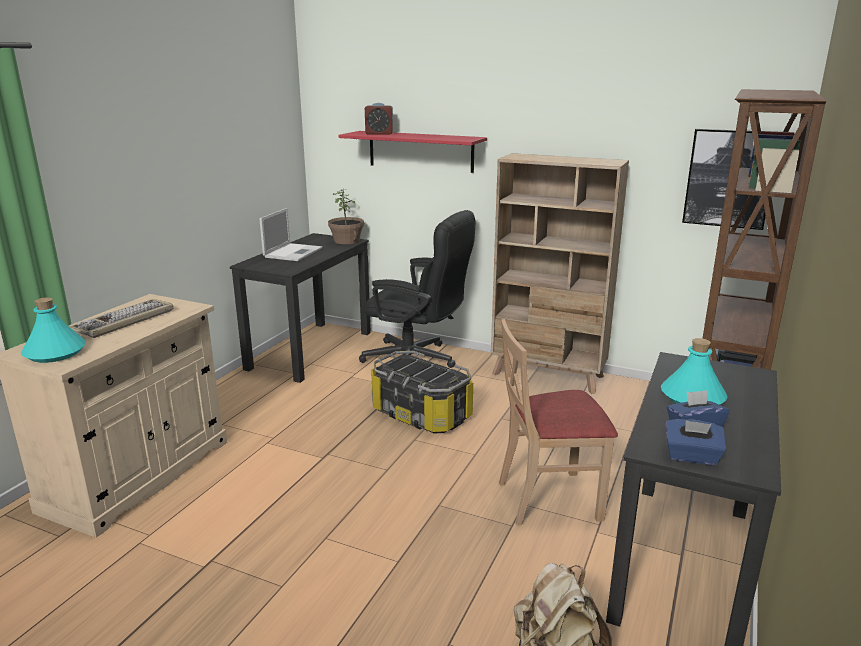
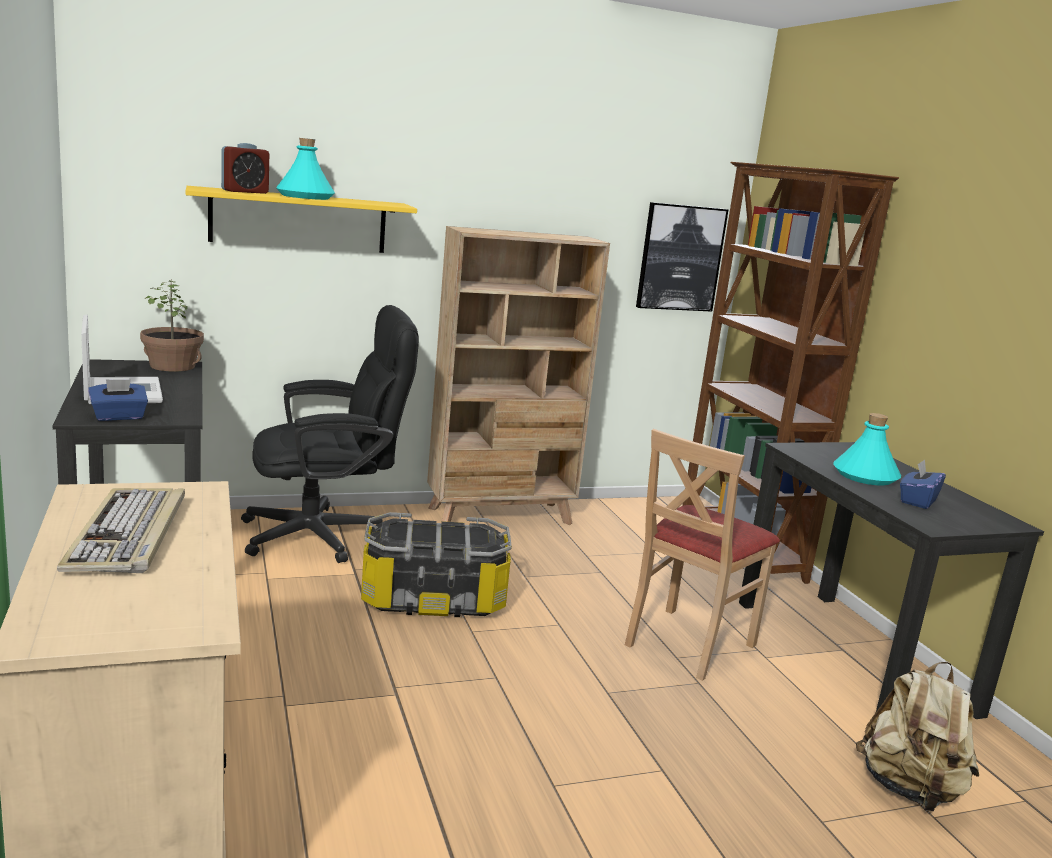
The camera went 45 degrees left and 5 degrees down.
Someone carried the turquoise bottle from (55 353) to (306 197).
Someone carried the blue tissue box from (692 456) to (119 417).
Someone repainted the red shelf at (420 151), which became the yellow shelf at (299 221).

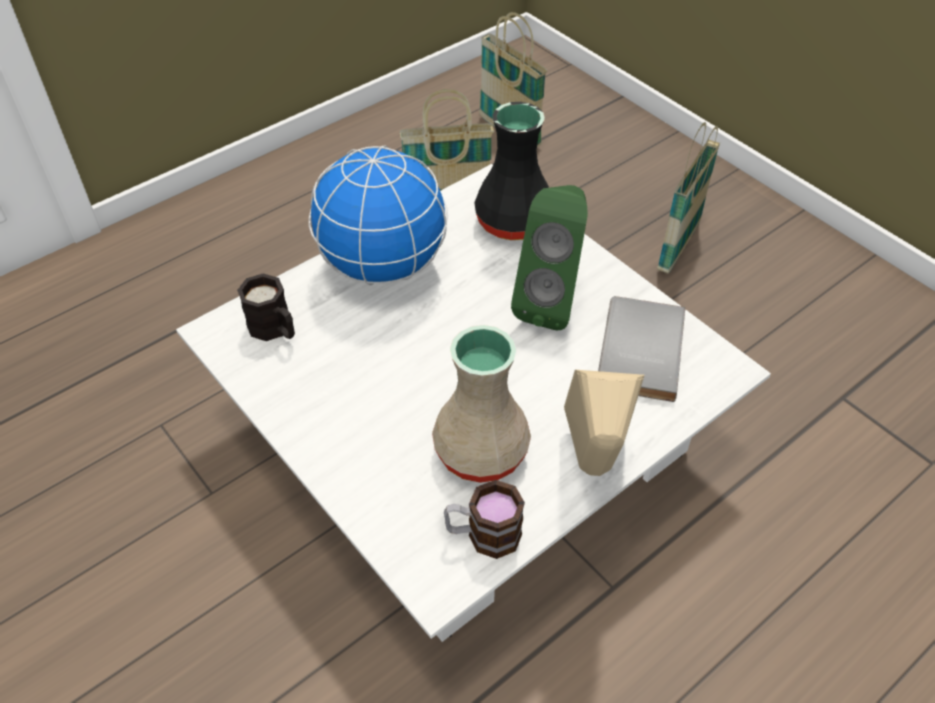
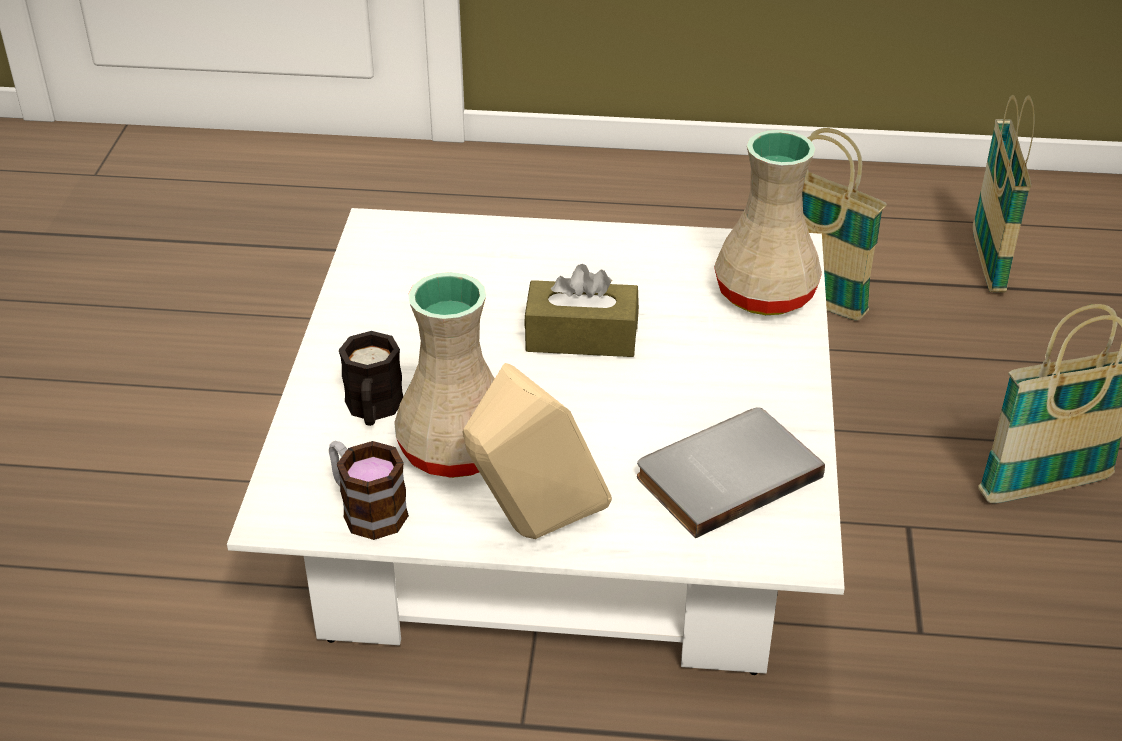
The camera went 45 degrees right and 10 degrees down.
Someone took away the globe at (382 266).
Someone took away the green speaker at (551 302).
Someone put down the brown tissue box at (581 337).
Someone carried the black mug from (275 329) to (373 410).
Someone repainted the black vase at (515 223), which became the beige vase at (765 296).

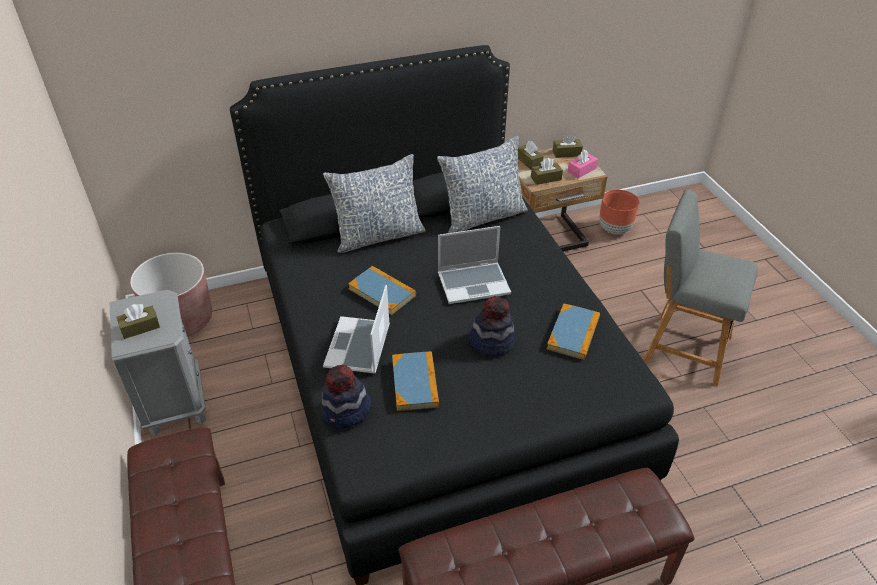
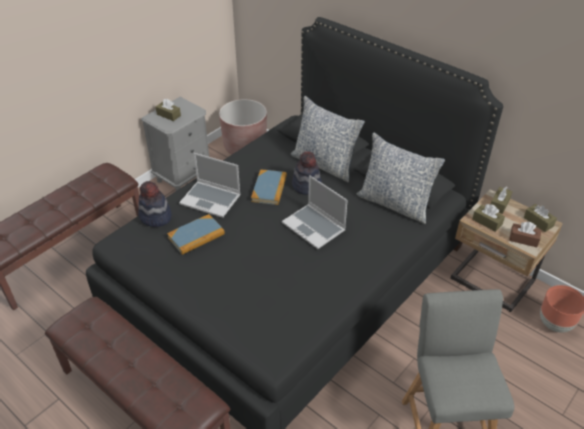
The camera went 60 degrees right and 0 degrees up.
Someone took away the book at (573 333).
Someone carried the hat from (491 341) to (306 185).
Someone repainted the pink tissue box at (581 170), which became the brown tissue box at (523 239).
Someone rotated the laptop at (359 347) by 135 degrees counterclockwise.

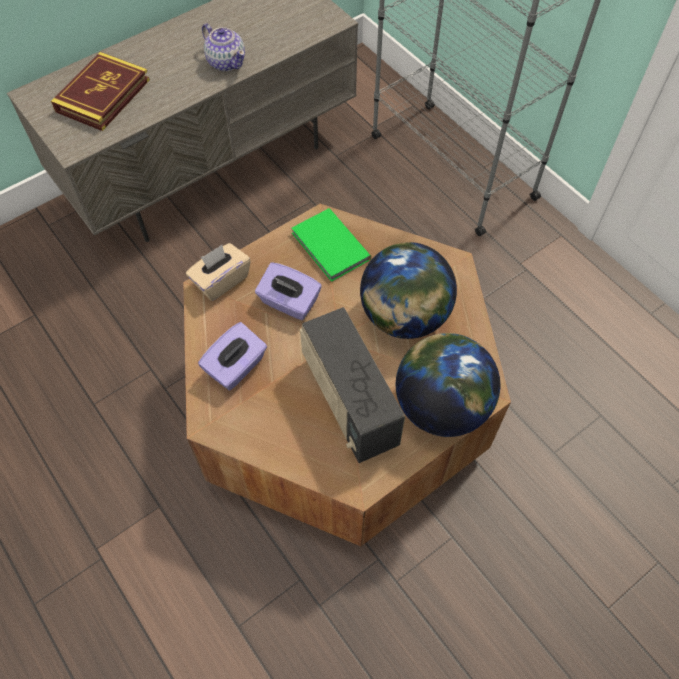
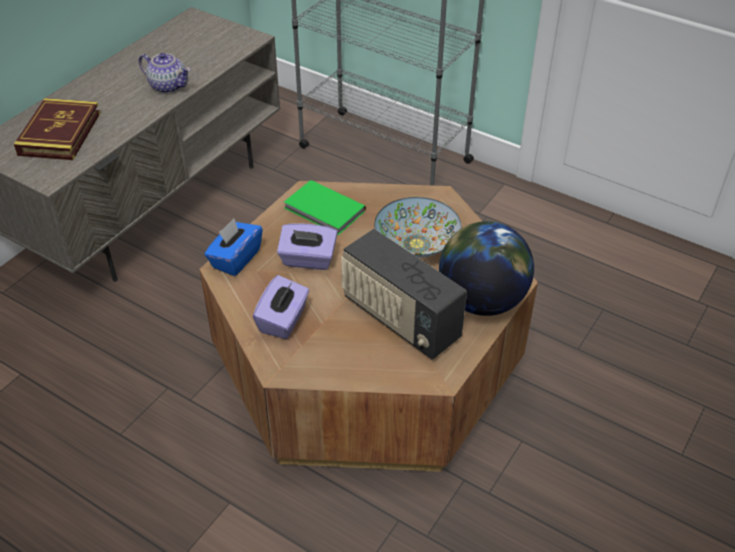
The camera went 20 degrees left and 15 degrees down.
Someone swapped the globe at (404 316) for the bowl at (416 244).
Someone repainted the beige tissue box at (221 281), which became the blue tissue box at (235 259).

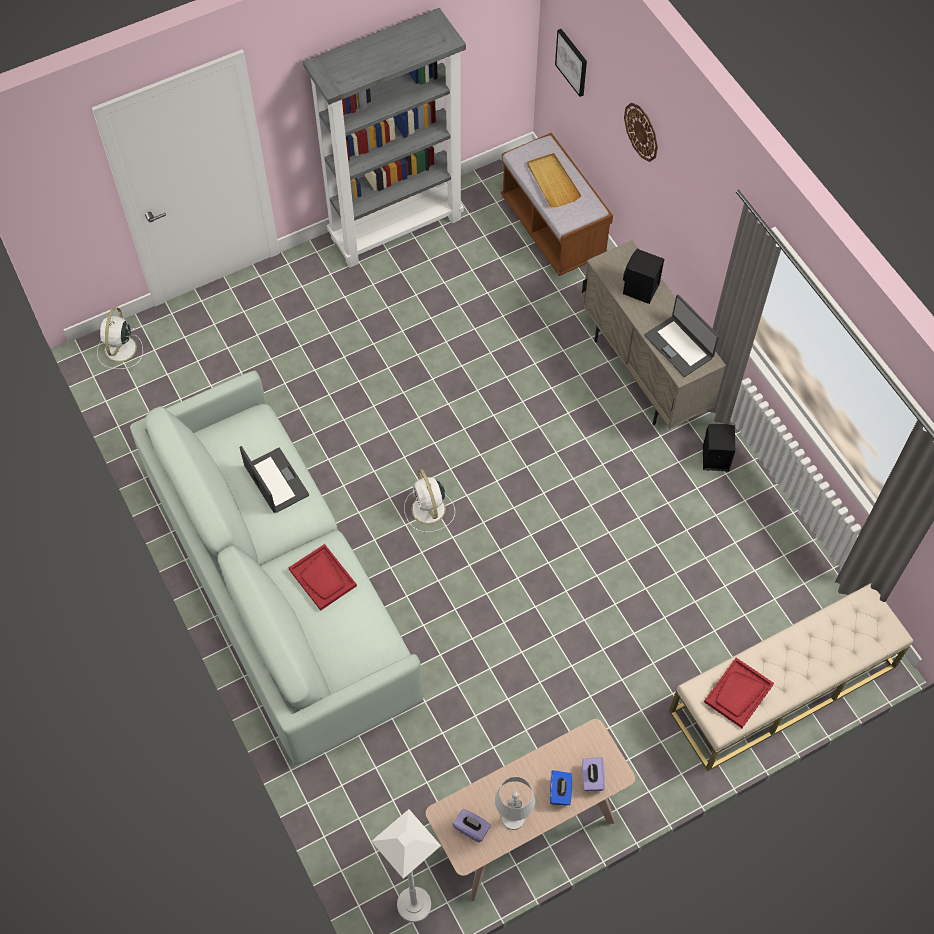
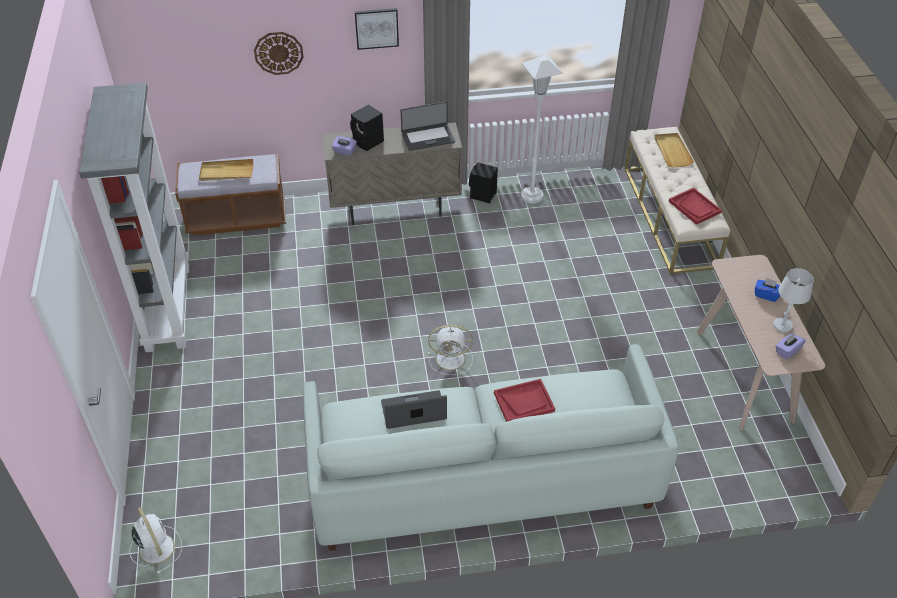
The camera went 70 degrees left and 15 degrees down.
Someone put down the beige tray at (672 151).
Someone carried the white floor lamp from (414 905) to (532 196).
Someone carried the picture from (572 62) to (376 28).
Someone carried the purple tissue box from (592 778) to (344 151).
Someone rotated the white fan at (120 350) by 150 degrees counterclockwise.

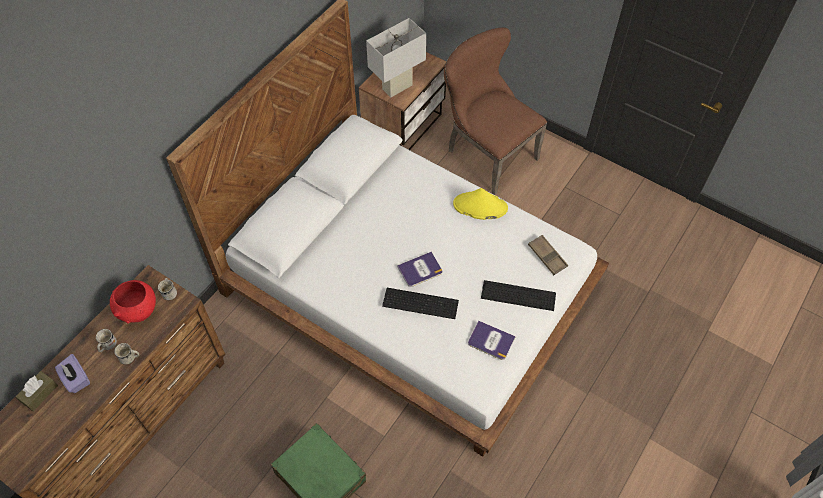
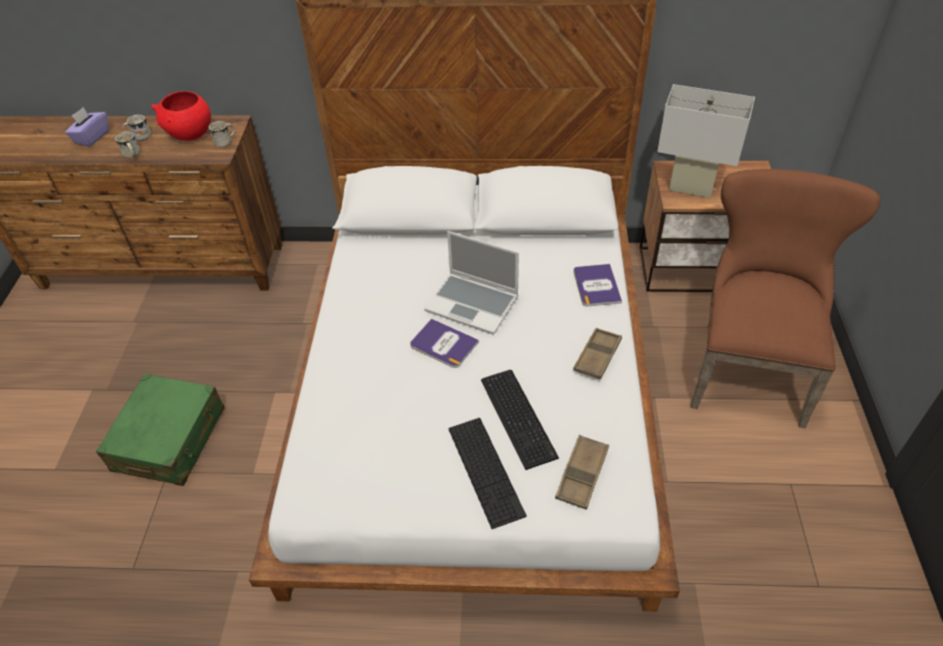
The camera went 60 degrees right and 10 degrees down.
Someone took away the brown tissue box at (39 393).
Someone put down the laptop at (473 304).
Someone carried the keyboard from (419 302) to (519 416).
Someone carried the book from (491 341) to (596 286).
Someone swapped the yellow hat at (480 206) for the brown tray at (597 356).

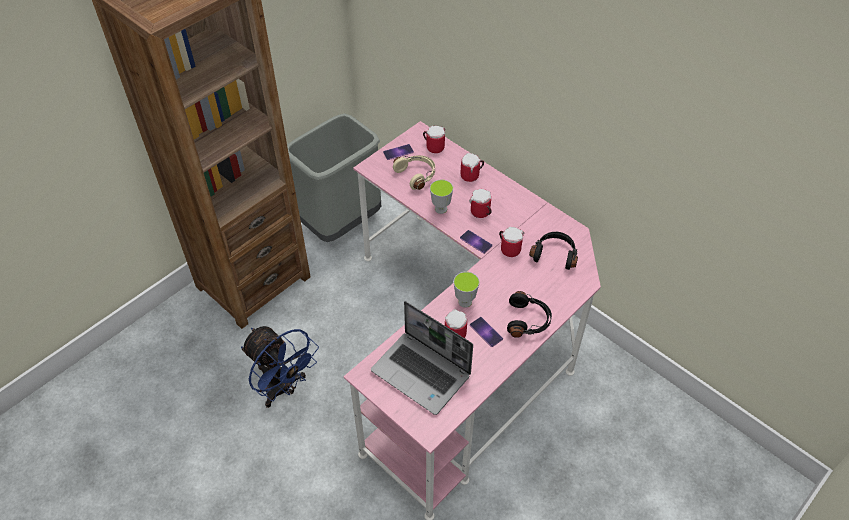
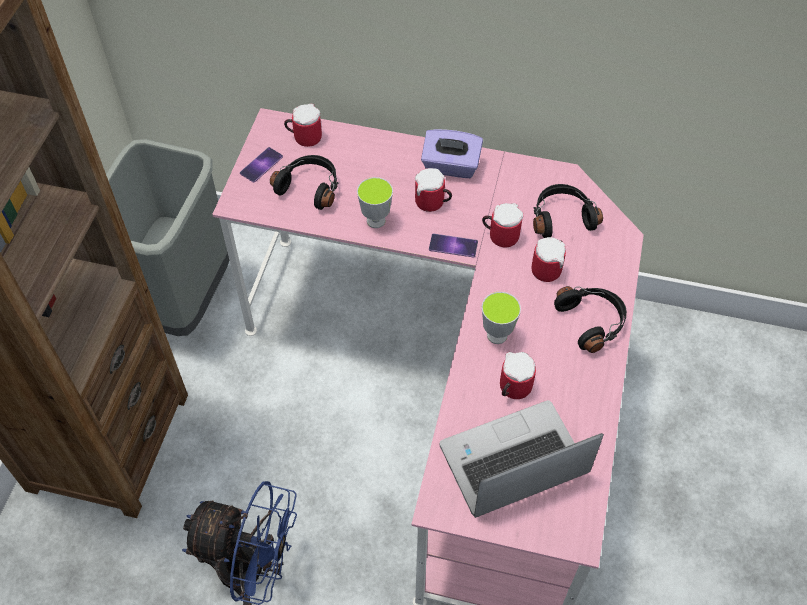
The camera went 30 degrees left and 5 degrees up.
Someone took away the phone at (486 332).
Someone put down the purple tissue box at (450 167).
Someone carried the mug from (472 175) to (549 268).
Someone repainted the beige headphones at (417 175), which became the black headphones at (310 187).
Someone rotated the laptop at (422 373) by 150 degrees clockwise.

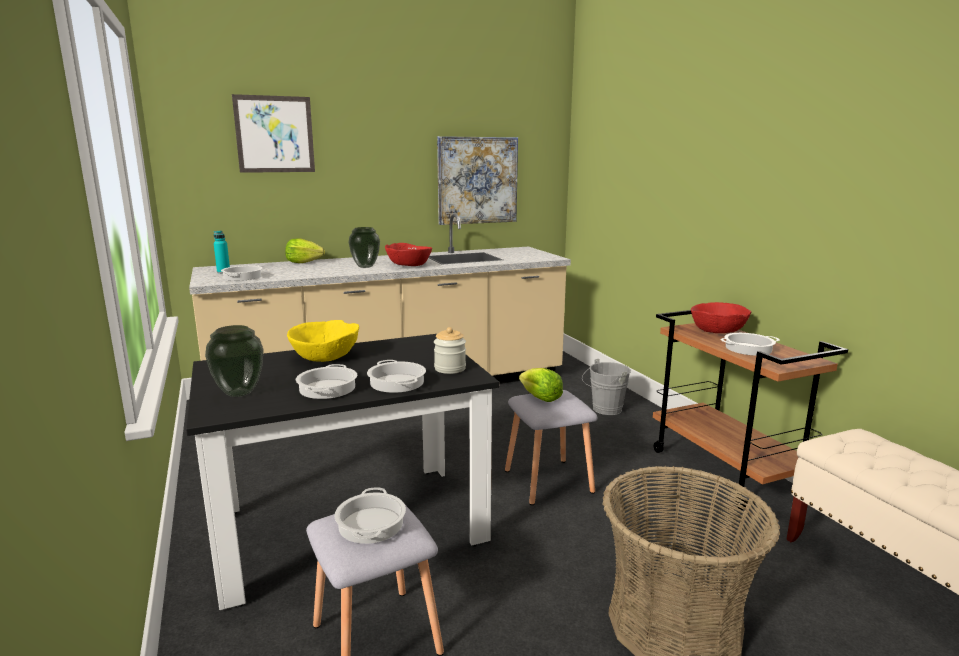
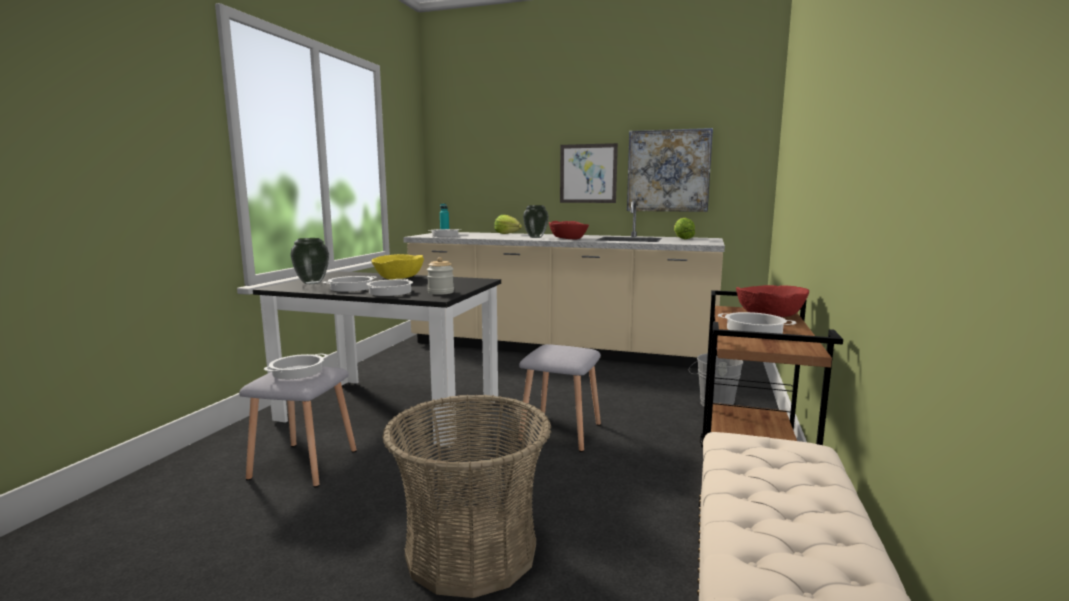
The camera went 40 degrees right and 5 degrees down.
Someone carried the picture from (274 134) to (588 173).
Someone carried the lettuce from (540 398) to (682 238).

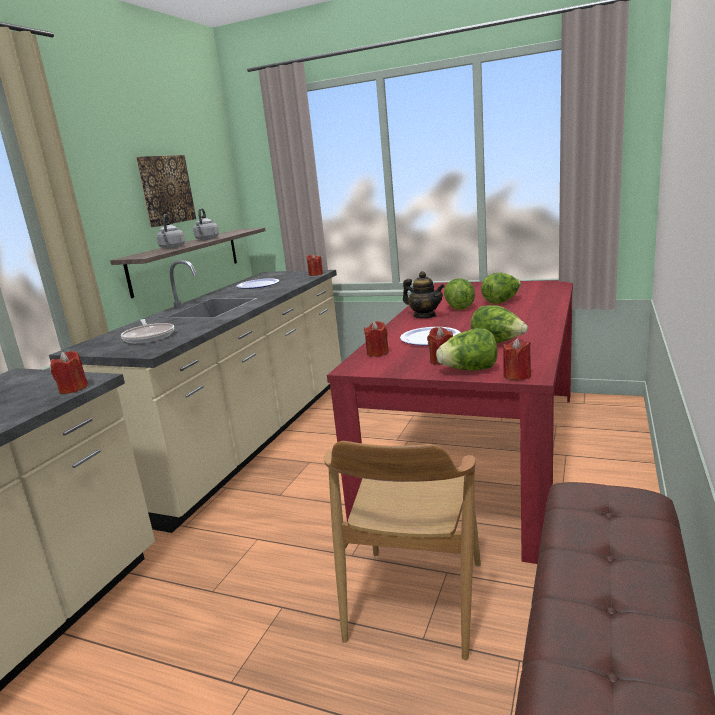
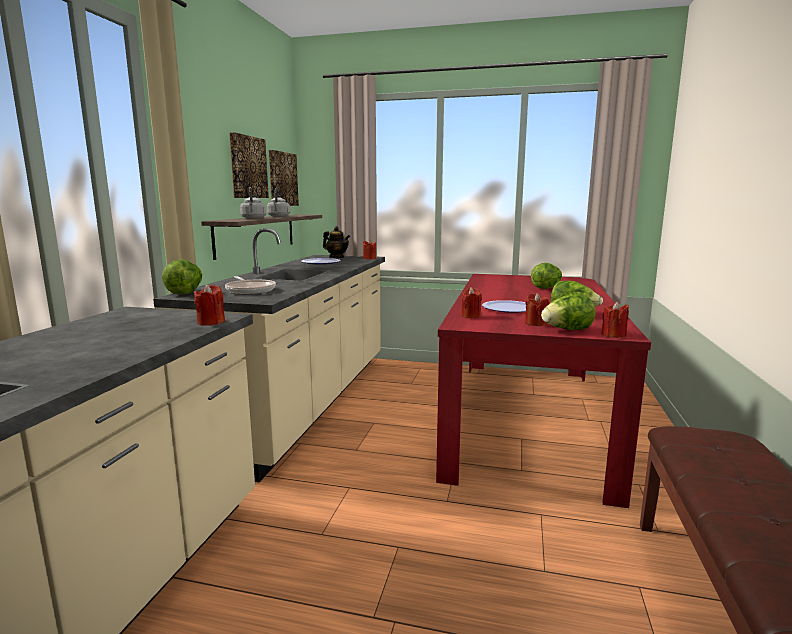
The camera went 10 degrees left and 5 degrees down.
Someone took away the brown chair at (414 600).
Someone put up the picture at (282 179).
Someone carried the teapot from (424 316) to (336 257).
Someone carried the lettuce from (459 307) to (185 293).

